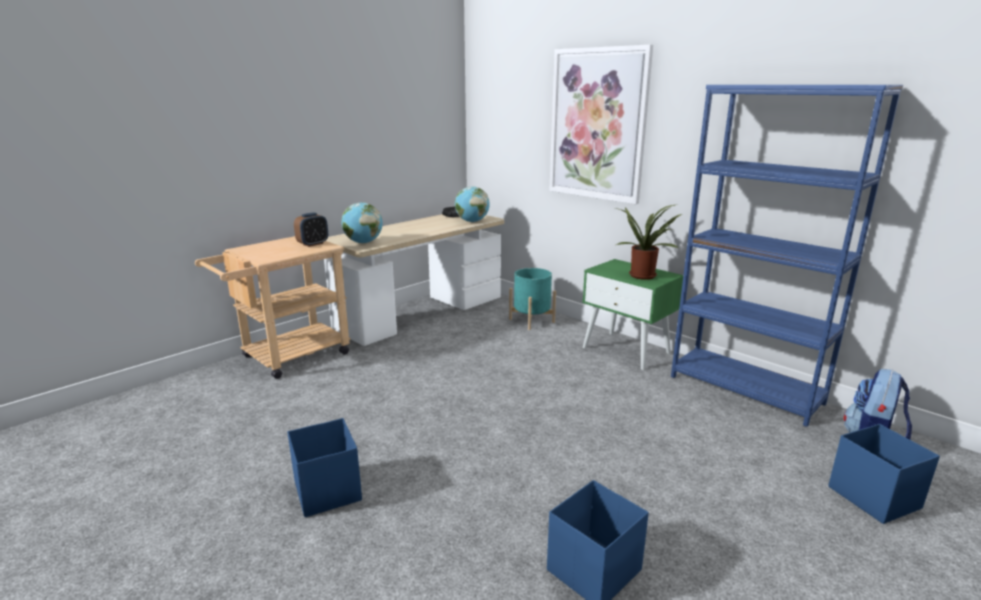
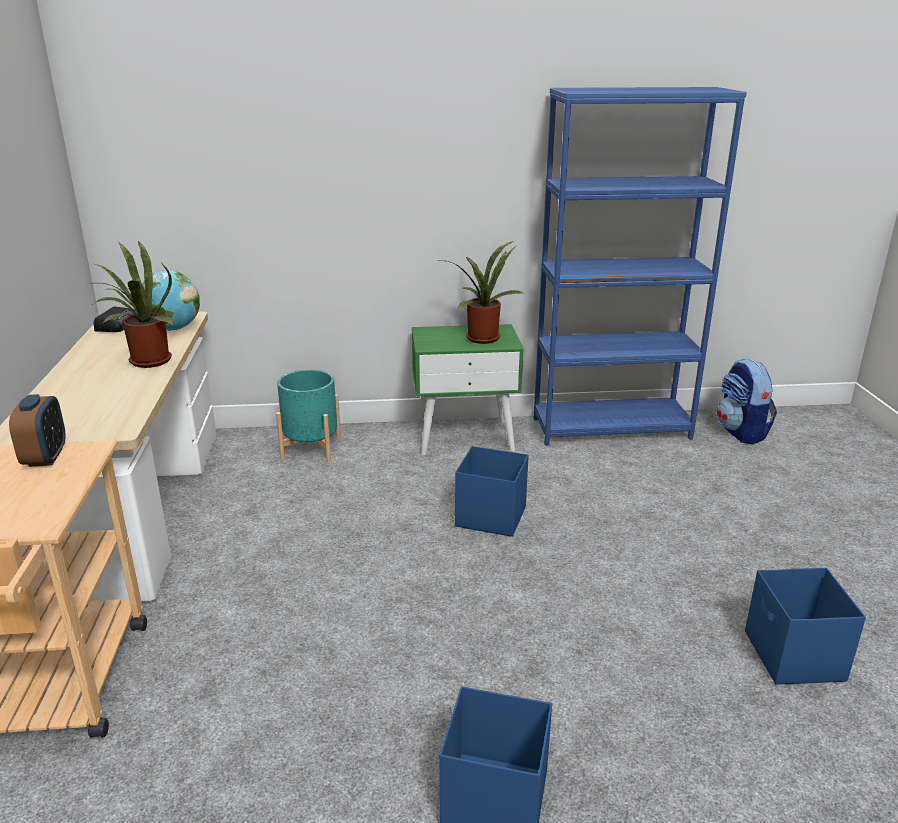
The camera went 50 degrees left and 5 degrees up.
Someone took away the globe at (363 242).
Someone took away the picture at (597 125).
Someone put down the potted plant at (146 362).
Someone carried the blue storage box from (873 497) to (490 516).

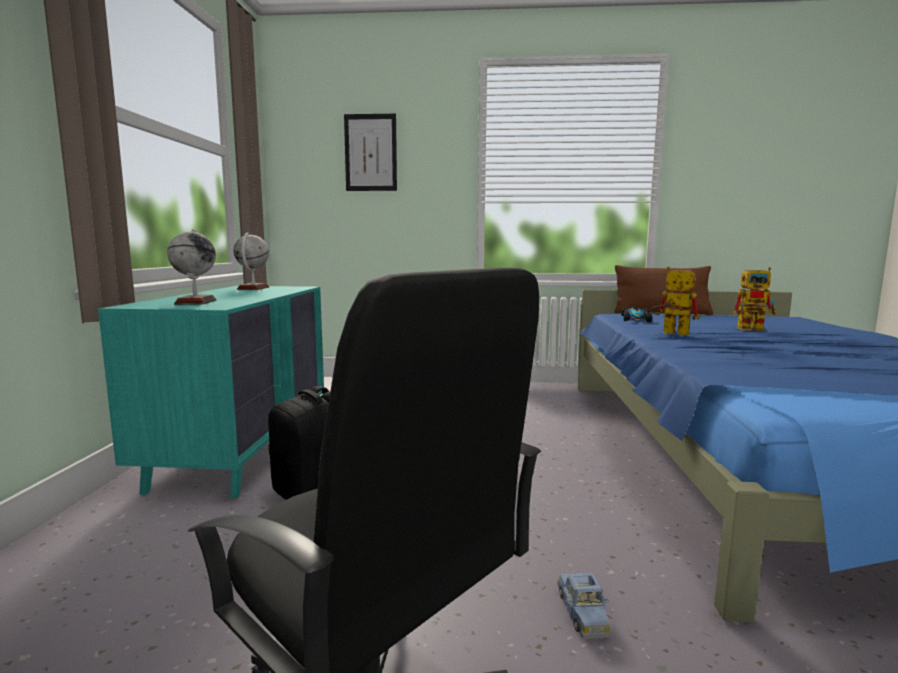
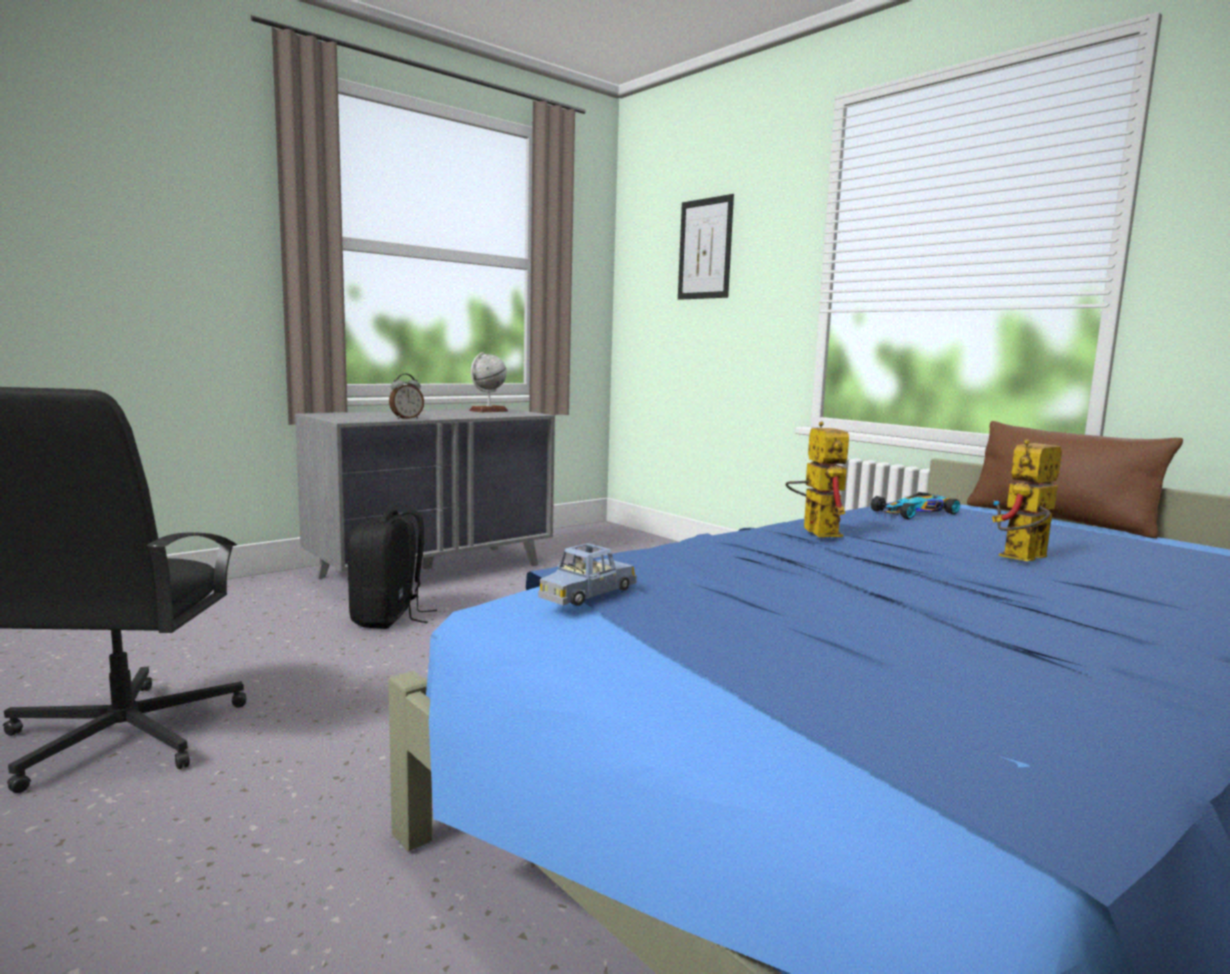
The camera went 45 degrees right and 0 degrees up.
Someone took away the globe at (196 302).
Someone put down the alarm clock at (406 418).
Someone carried the blue toy car from (583 612) to (587 594).
Someone repainted the turquoise dresser at (243 449), which became the grey dresser at (433 570).
Someone rotated the toy robot at (755 329) by 90 degrees clockwise.

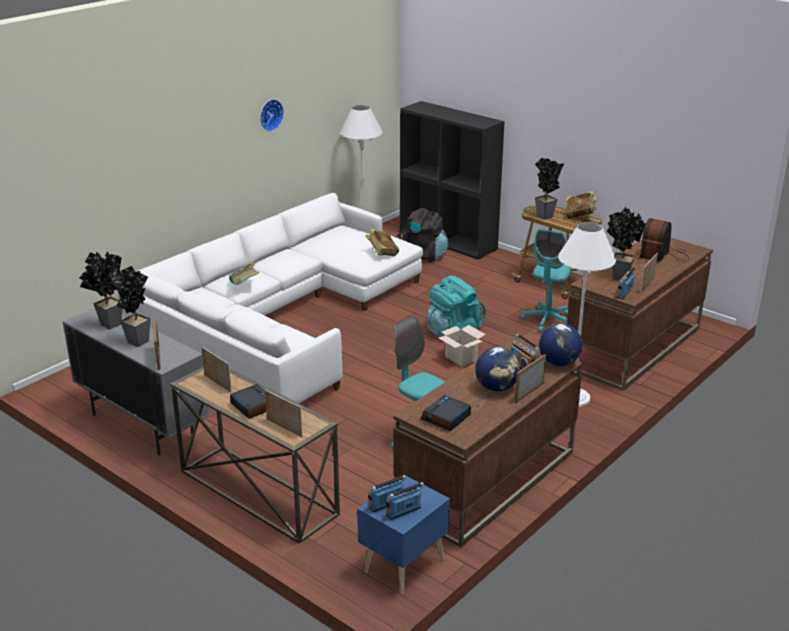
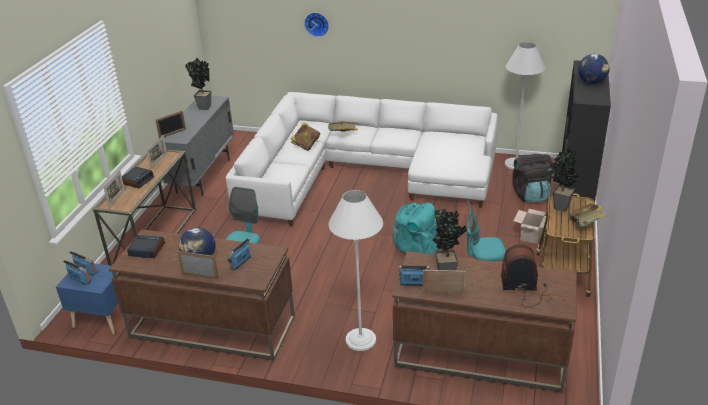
The camera went 65 degrees right and 5 degrees up.
Someone took away the potted plant at (137 340).
Someone carried the wall clock from (270 114) to (317 24).
Someone carried the book from (382 254) to (306 145).
Someone carried the cardboard box from (460 358) to (530 235).
Someone carried the globe from (559 363) to (591 83).

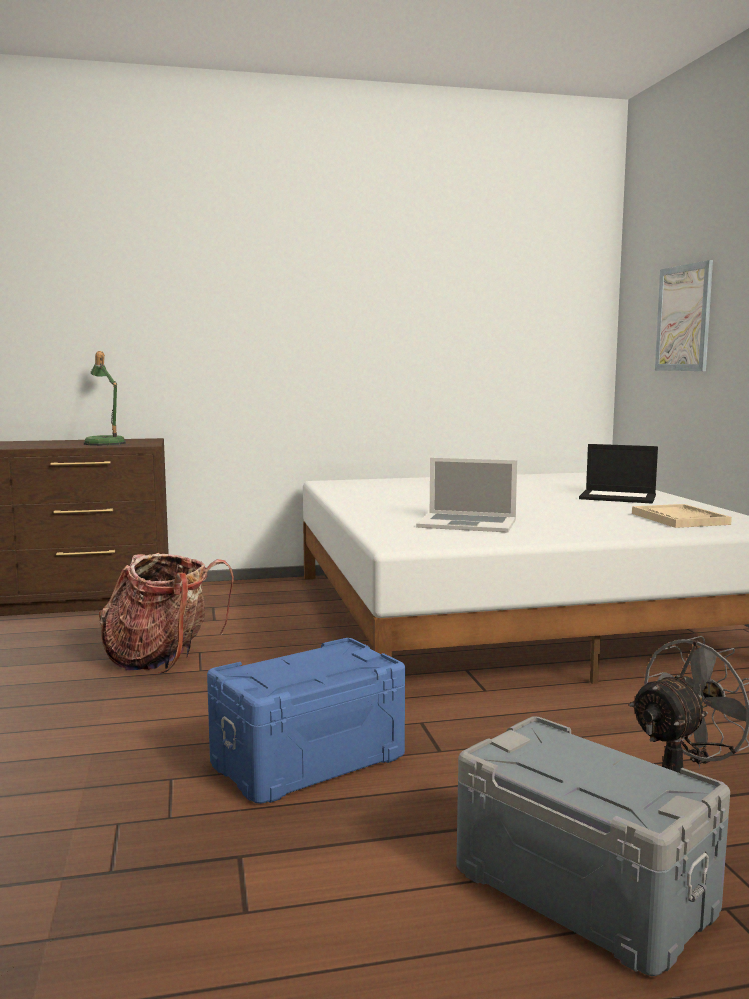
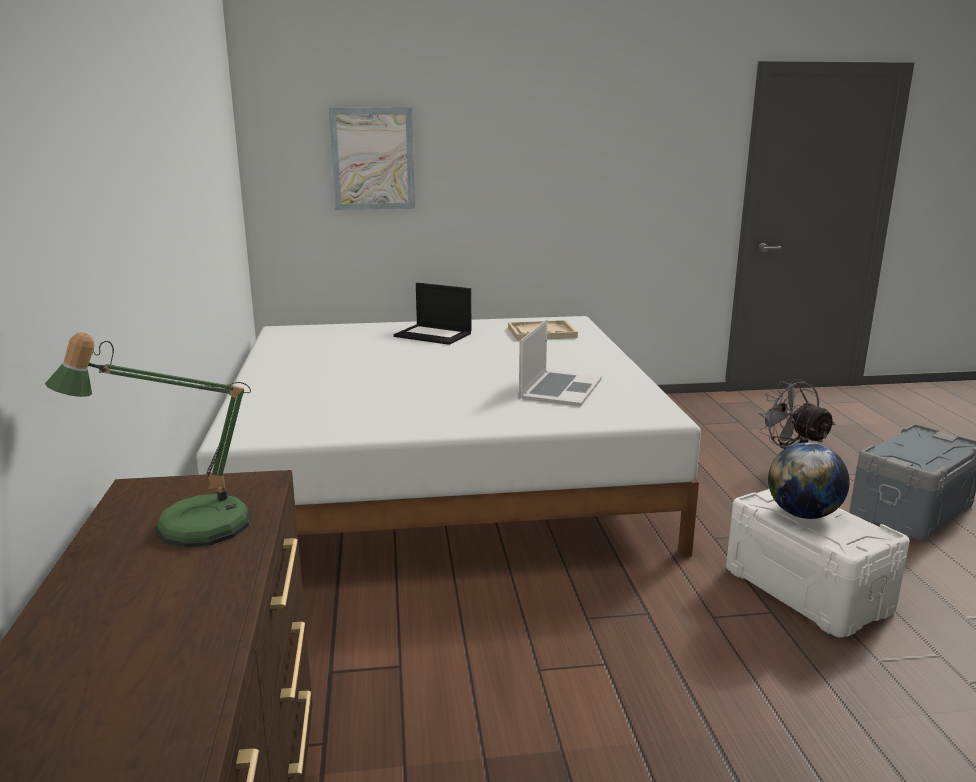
The camera went 85 degrees left and 10 degrees up.
Someone took away the backpack at (163 660).
Someone put down the globe at (803 514).
Someone repainted the blue storage box at (309 761), which became the white storage box at (807 589).
Someone rotated the laptop at (618 497) by 90 degrees clockwise.

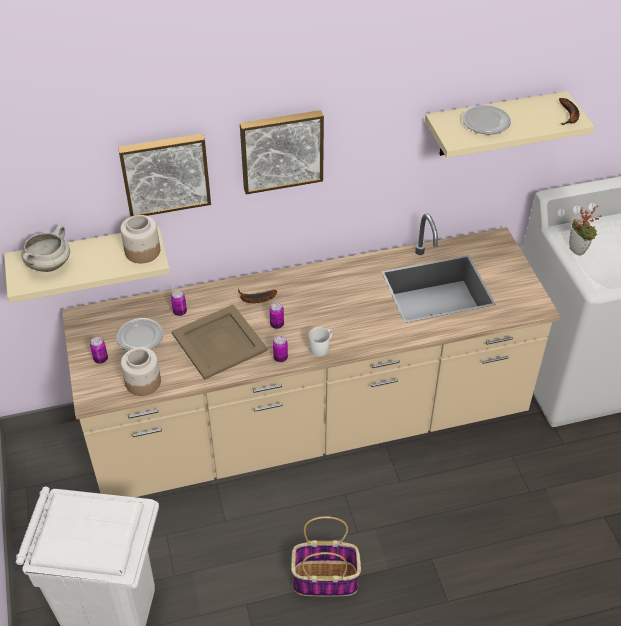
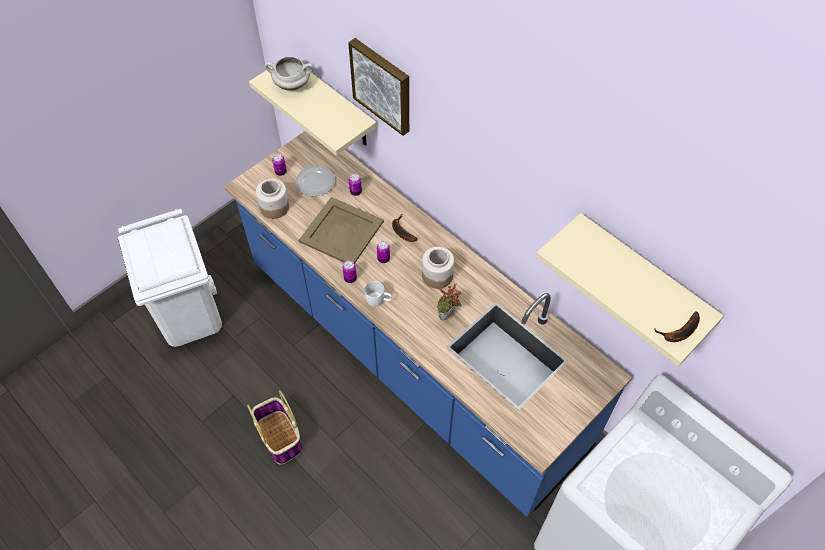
The camera went 60 degrees right and 10 degrees up.
Someone took away the picture at (281 150).
Someone took away the plate at (485 122).
Someone carried the jar from (142 251) to (437 275).
Someone carried the potted plant from (579 250) to (447 316).
Someone repainted the beige counter at (310 425), which became the blue counter at (412 356).

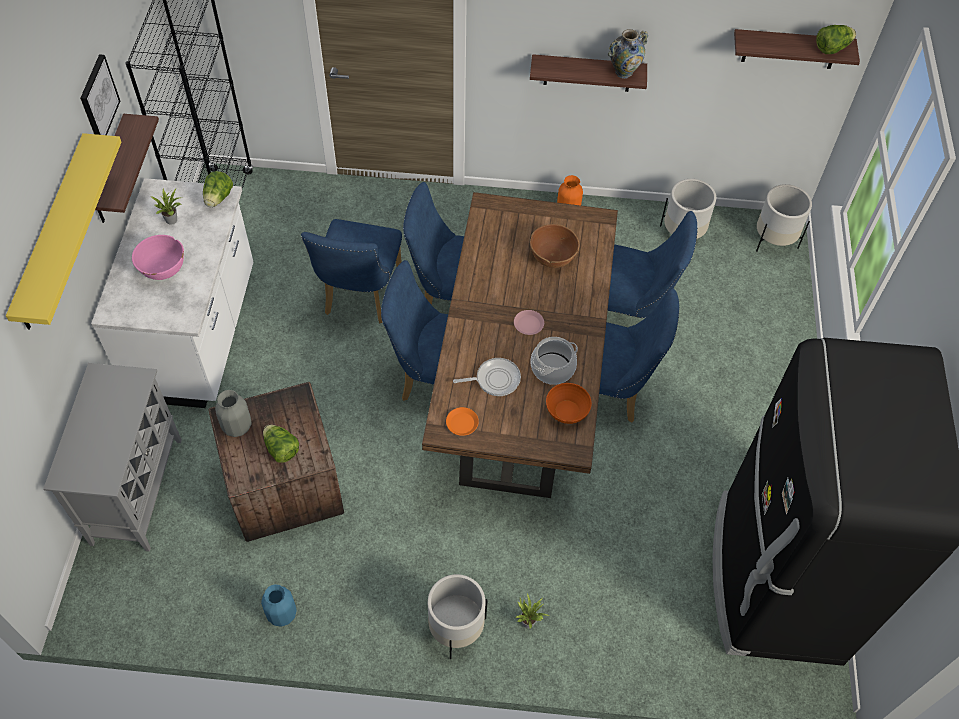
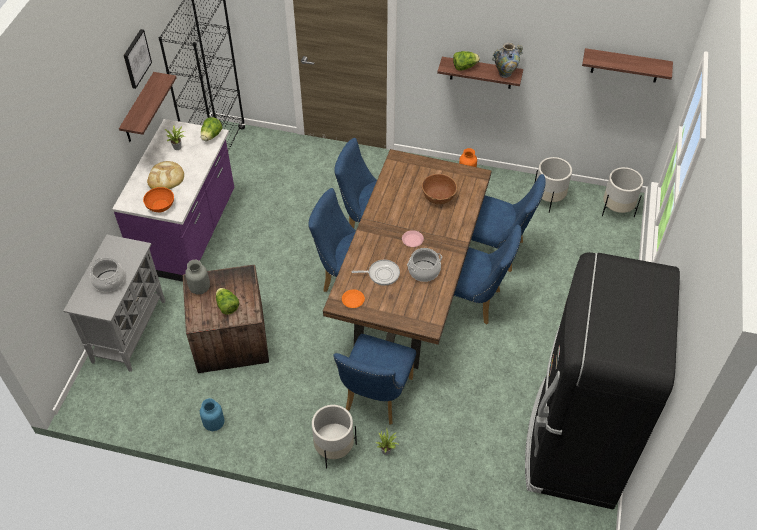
The camera went 10 degrees right and 5 degrees down.
Someone took away the yellow shelf at (53 234).
Someone put down the cooking pot at (109 281).
Someone carried the blue chair from (359 297) to (375 398).
Someone carried the orange bowl from (567 411) to (161 206).
Someone carried the lettuce from (832 48) to (464 67).
Someone swapped the pink bowl at (163 268) for the bread at (166 178).
Someone repainted the white counter at (198 334), which became the purple counter at (188 232).

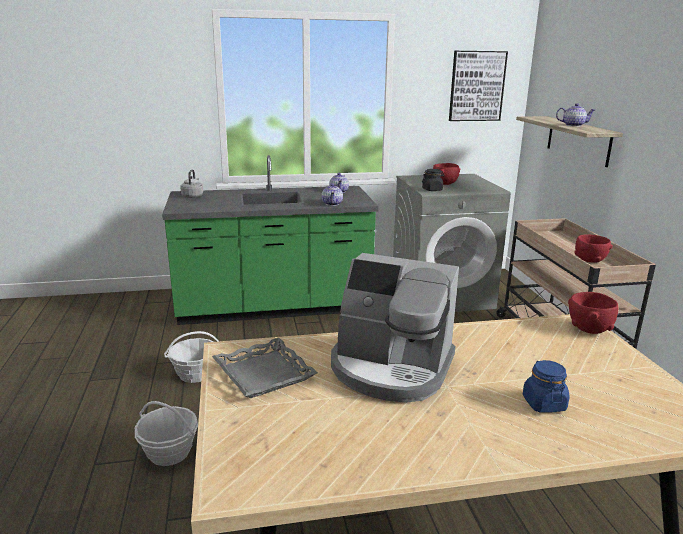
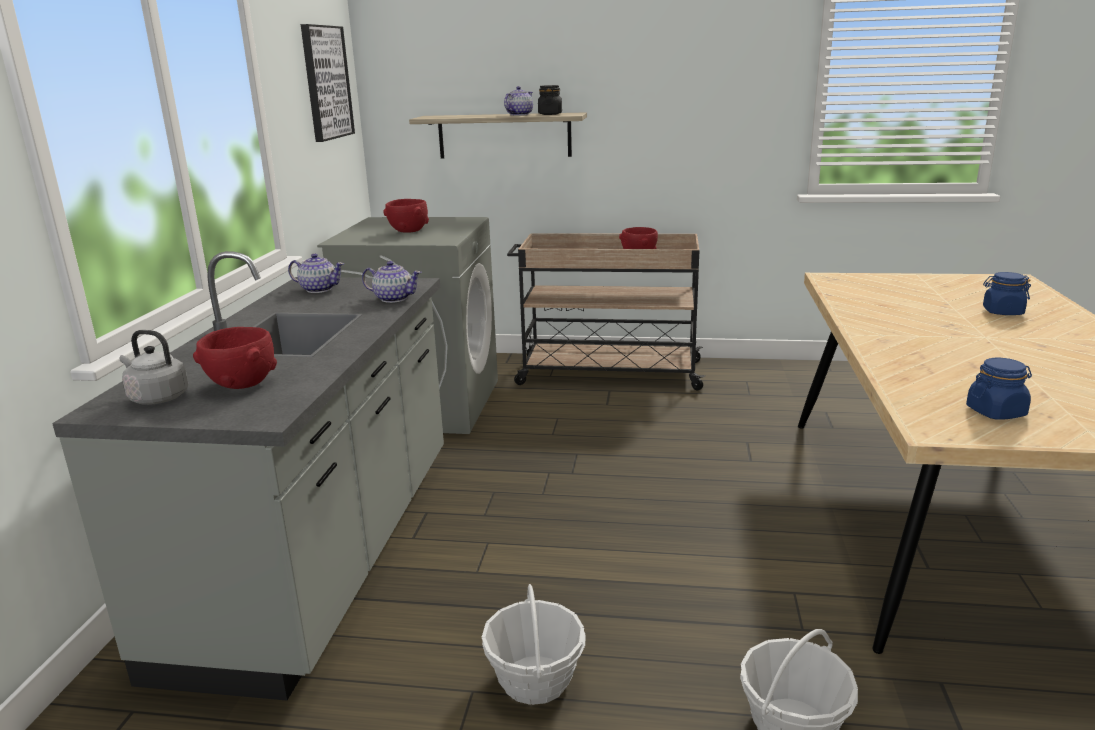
The camera went 70 degrees left and 0 degrees up.
Someone took away the coffee machine at (391 368).
Someone carried the black jar from (432 190) to (550 114).
Someone carried the red bowl from (589 329) to (242 384).
Someone swapped the grey tray at (263 374) for the blue jar at (996 412).
Someone repainted the green counter at (274 307), which became the grey counter at (324 553).

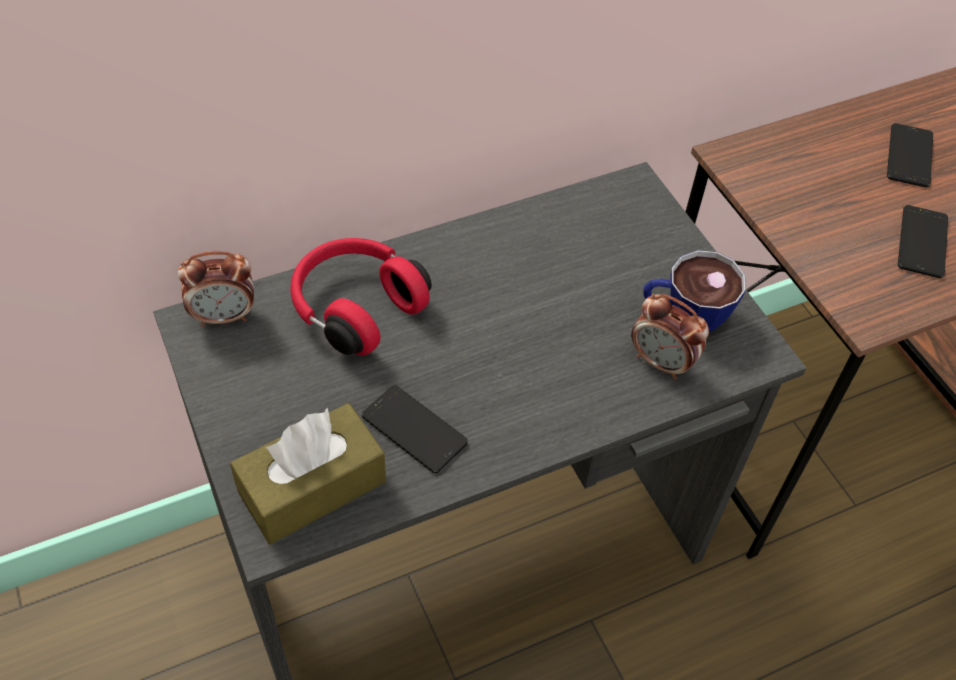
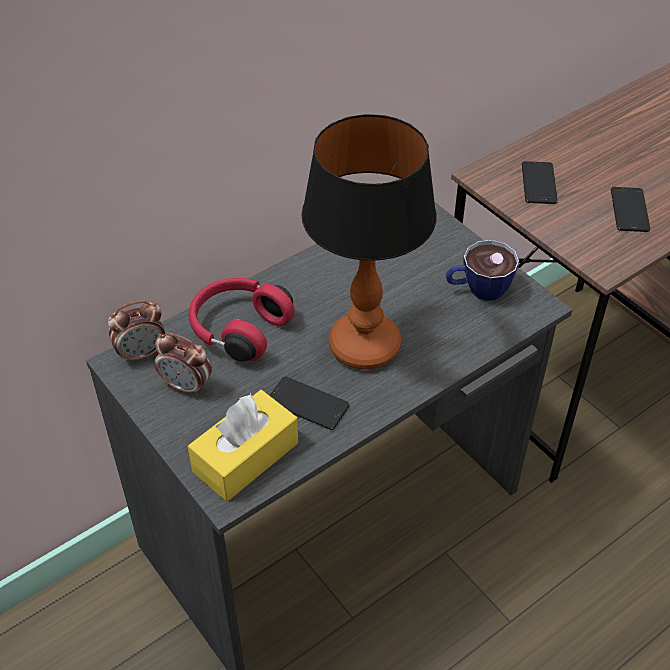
The camera went 10 degrees left and 5 degrees down.
Someone put down the table lamp at (363 346).
Someone carried the alarm clock from (661 362) to (186 386).
Someone carried the phone from (909 156) to (538 183).
Someone repainted the brown tissue box at (312 487), which became the yellow tissue box at (245 457).

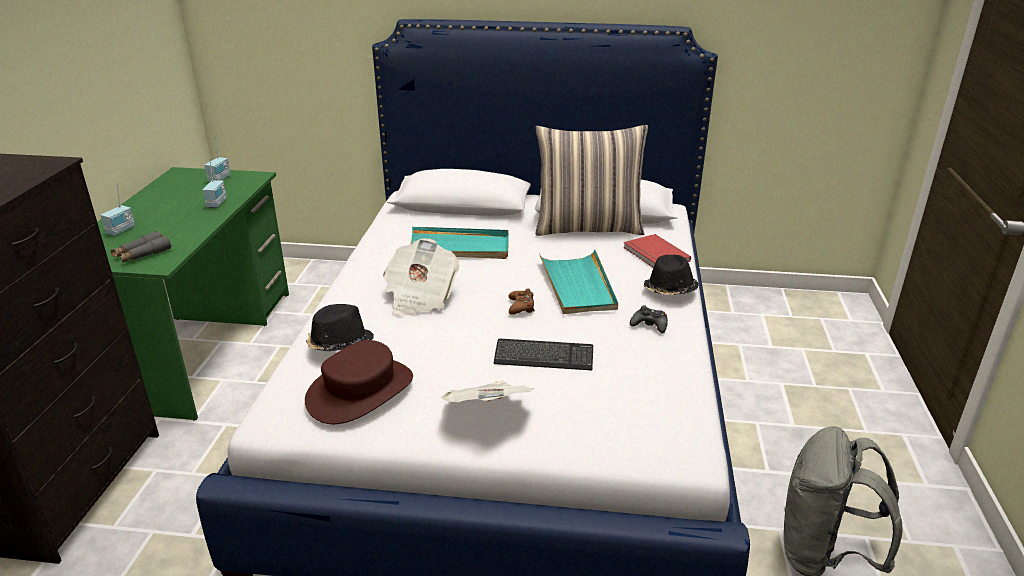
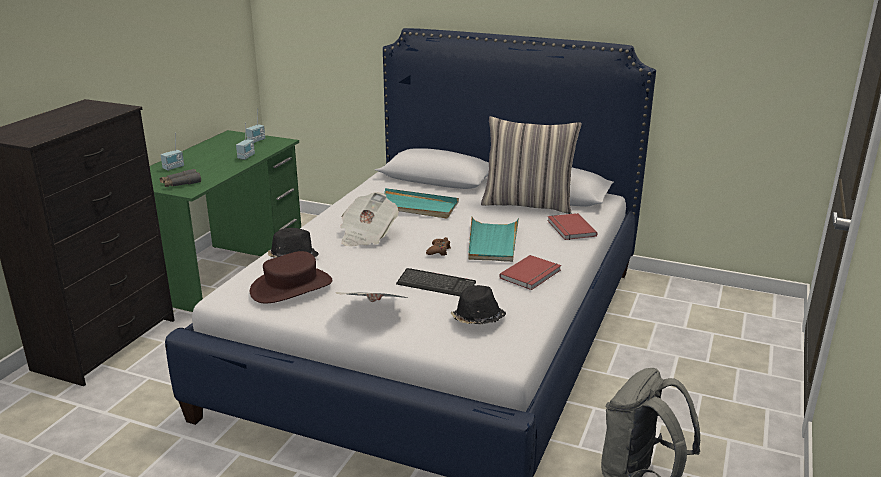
The camera went 15 degrees right and 5 degrees down.
Someone carried the black hat from (669 290) to (477 320).
Someone swapped the black game controller at (649 325) for the red book at (532 275).

